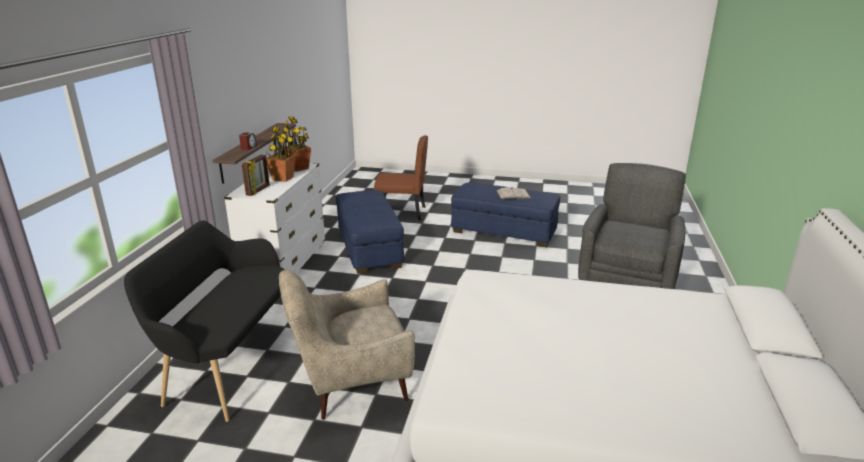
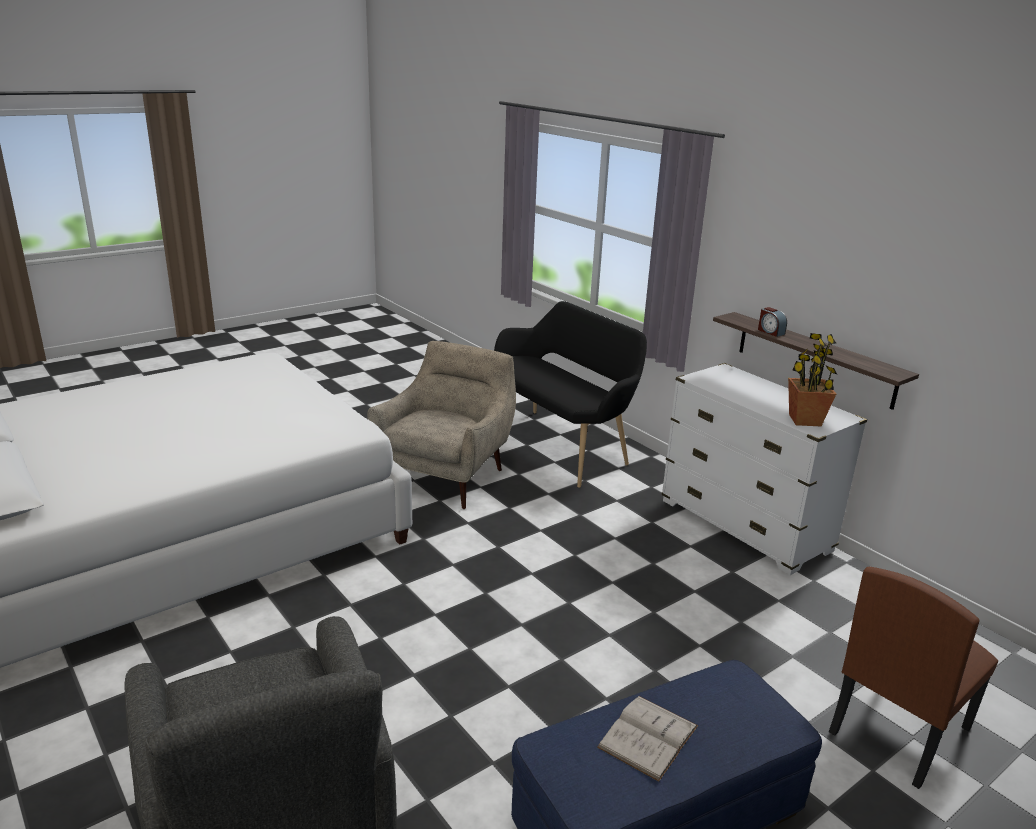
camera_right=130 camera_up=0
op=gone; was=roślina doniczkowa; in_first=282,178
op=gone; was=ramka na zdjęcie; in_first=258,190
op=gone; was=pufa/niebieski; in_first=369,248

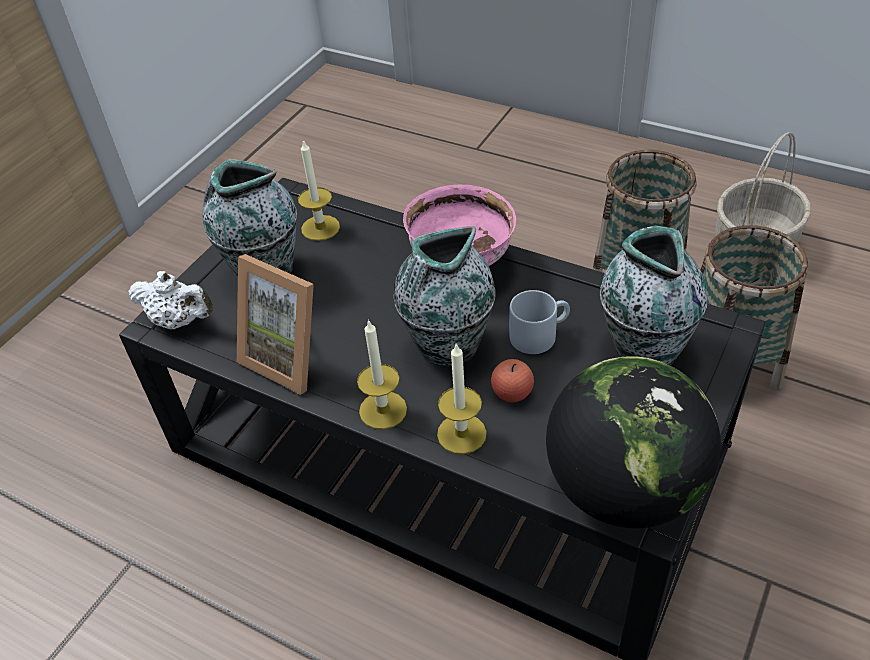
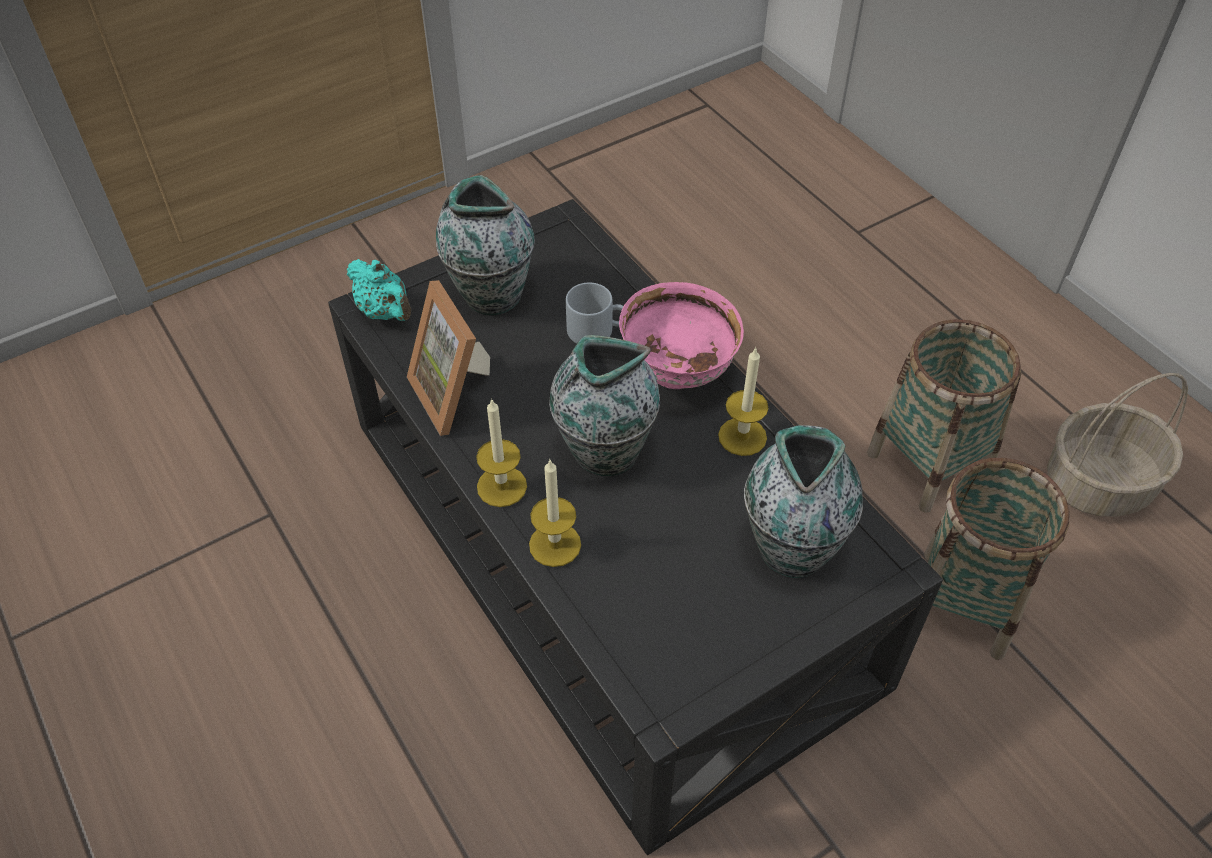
camera_right=25 camera_up=5
op=shifted; was=świeca; in_first=320,228; in_second=742,436
op=repainted; was=imbryk/biały; now=imbryk/turkusowy; in_first=179,321; in_second=385,312
op=shifted; was=kubek/szary; in_first=539,334; in_second=598,330
op=gone; was=globus; in_first=623,489
op=gone; was=jabłko; in_first=512,393

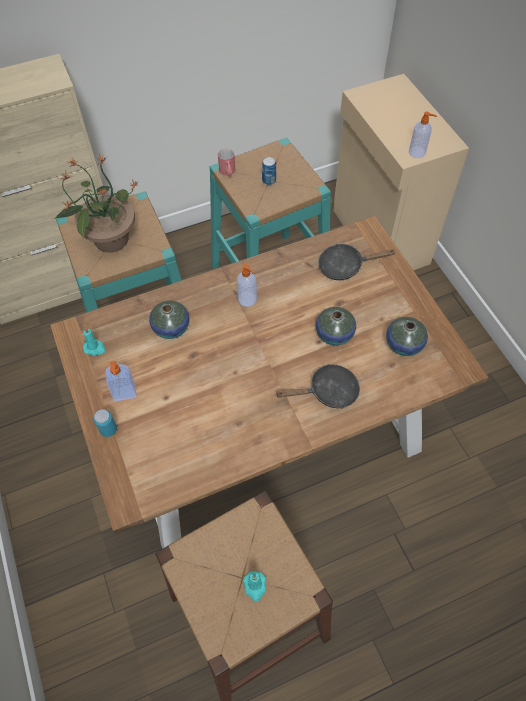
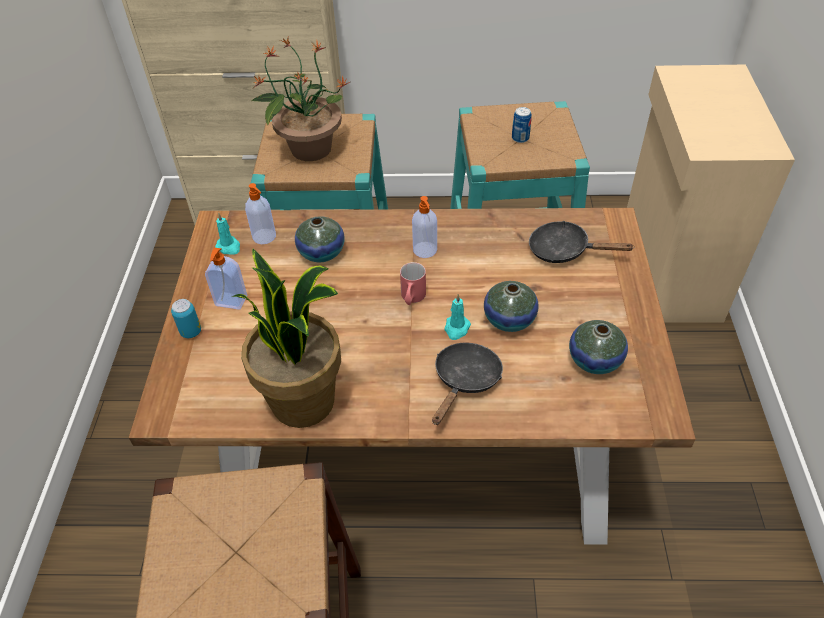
camera_right=25 camera_up=-10
op=shifted; was=dozownik mydła; in_first=417,152; in_second=265,237
op=shifted; was=kubek/czerwony; in_first=228,173; in_second=412,298
op=rotated; was=patelnia/czarny; in_first=328,392; in_second=465,380; clockwise=-75
op=shifted; was=świeca/turkusowy; in_first=255,586; in_second=456,328
op=new; now=roślina doniczkowa; in_second=304,401

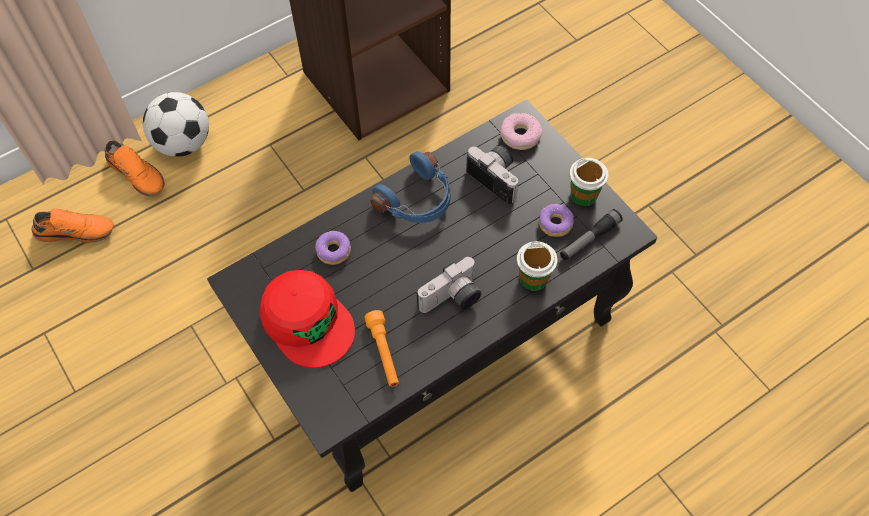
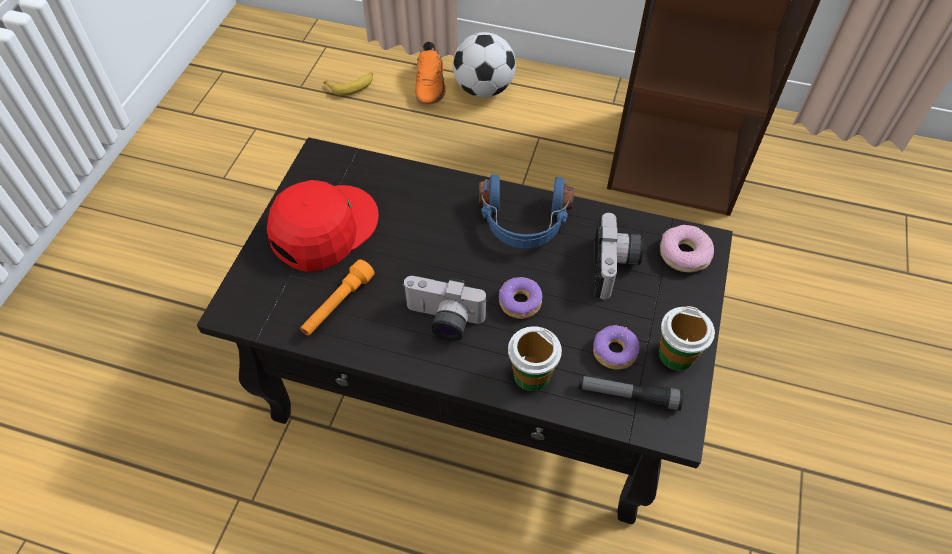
camera_right=50 camera_up=-5
op=swapped; was=but/pomarańczowy; now=banan; in_first=76,231; in_second=351,86
op=shifted; was=donut; in_first=334,251; in_second=520,302
op=rotated; was=czapka z daszkiem/czerwony; in_first=307,321; in_second=323,228; clockwise=-150

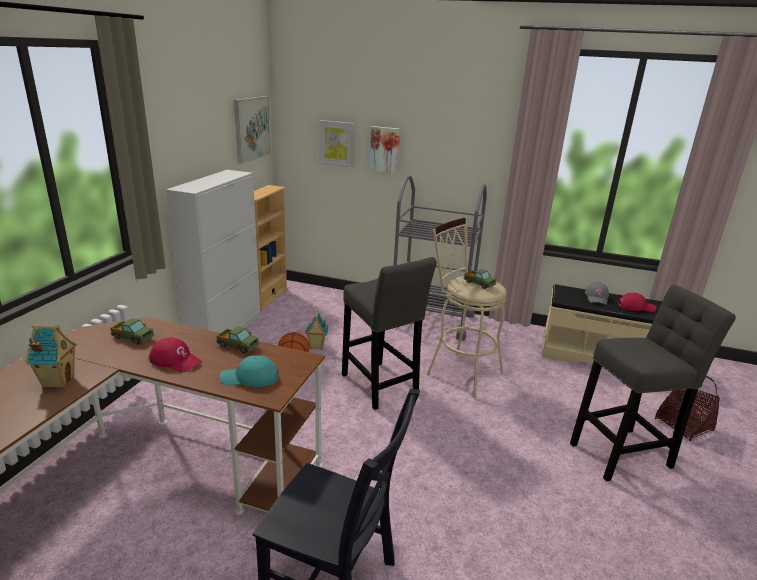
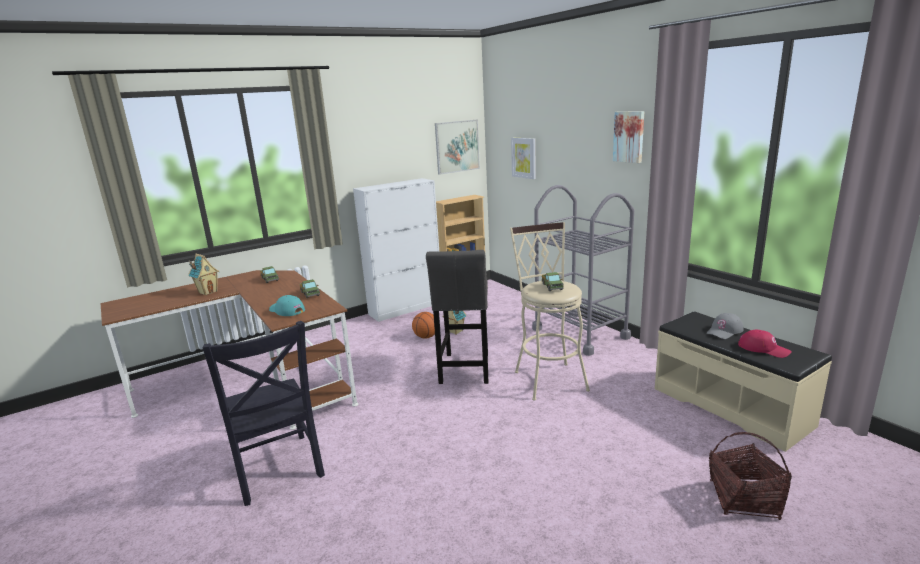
camera_right=40 camera_up=-5
op=shifted; was=obraz; in_first=385,149; in_second=629,136
op=gone; was=stołek/szary; in_first=624,453
op=gone; was=czapka z daszkiem/czerwony; in_first=175,360

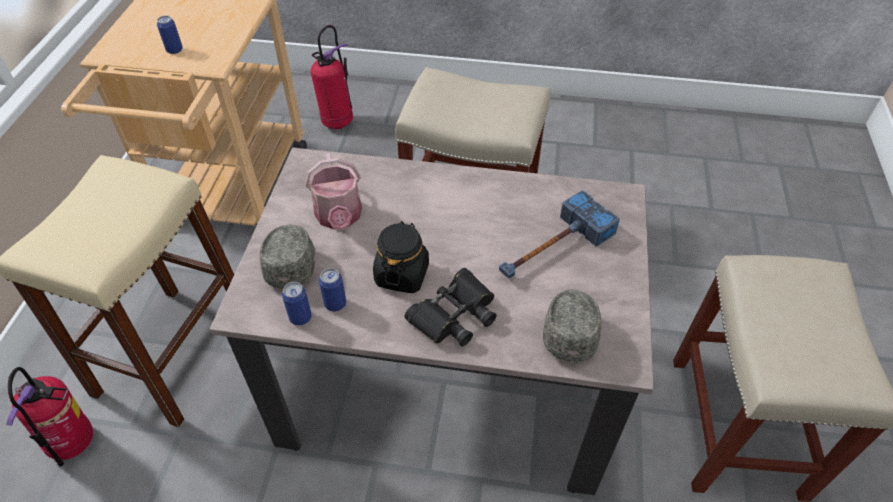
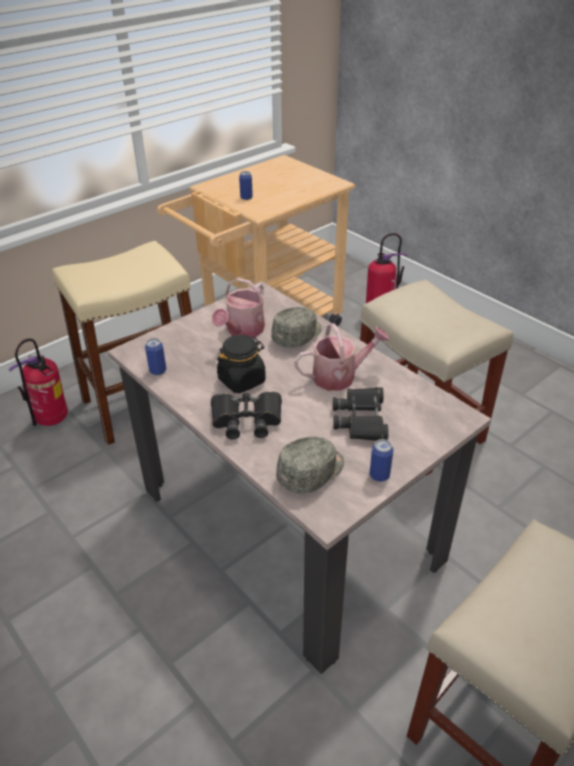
camera_right=40 camera_up=-10
op=swapped; was=młotek; now=lornetka/czarny; in_first=552,248; in_second=361,419
op=shifted; was=czapka z daszkiem/szary; in_first=291,262; in_second=298,336
op=shifted; was=puszka; in_first=335,304; in_second=379,475
op=new; now=konewka; in_second=340,376

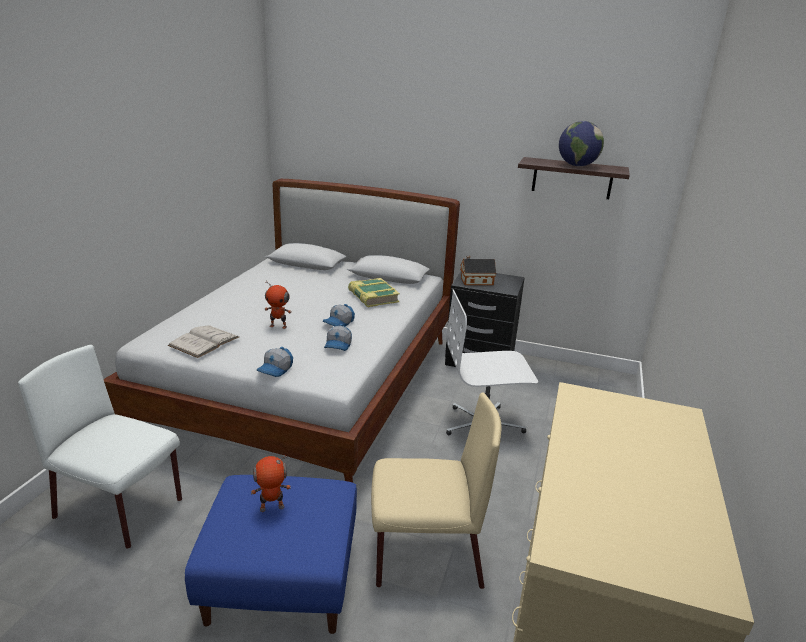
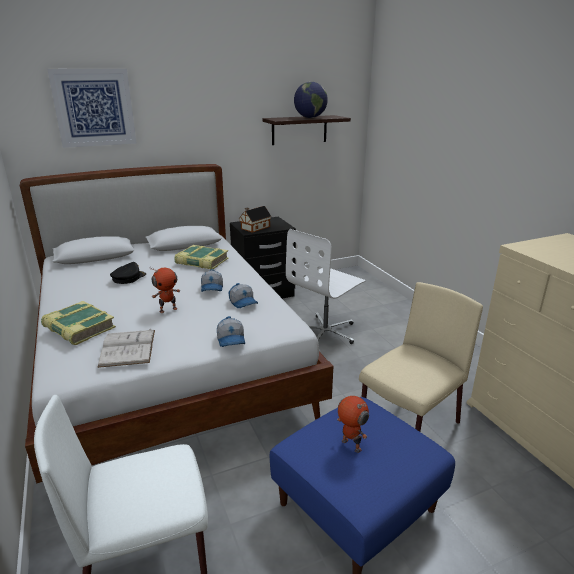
camera_right=-40 camera_up=0
op=rotated; was=robot zabawkowy; in_first=272,509; in_second=350,446; clockwise=105
op=new; now=obraz; in_second=94,108
op=new; now=czapka z daszkiem/czarny; in_second=128,277
op=new; now=książka; in_second=78,328

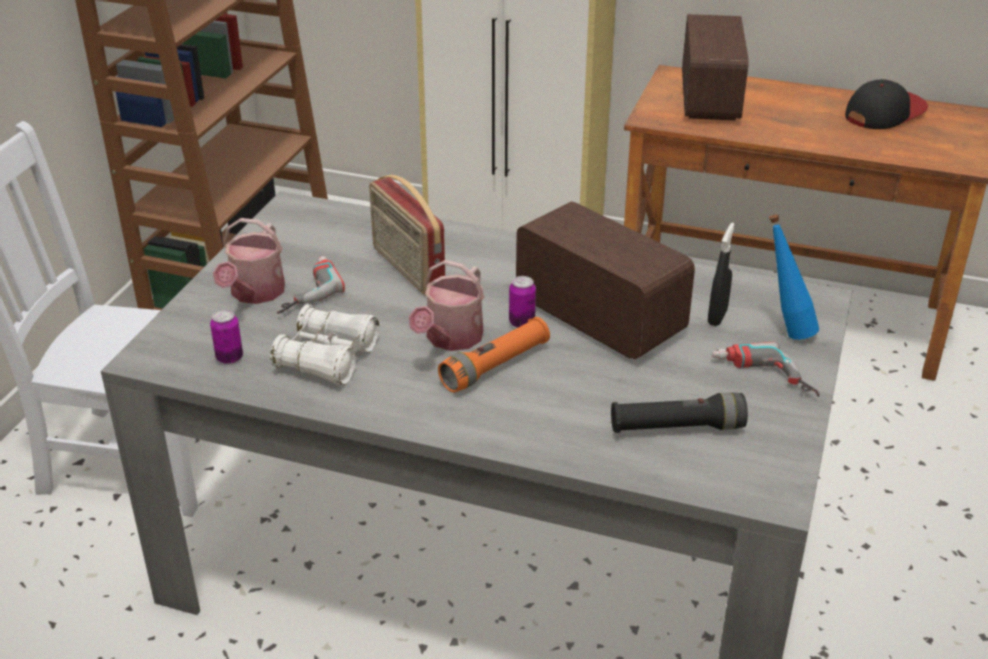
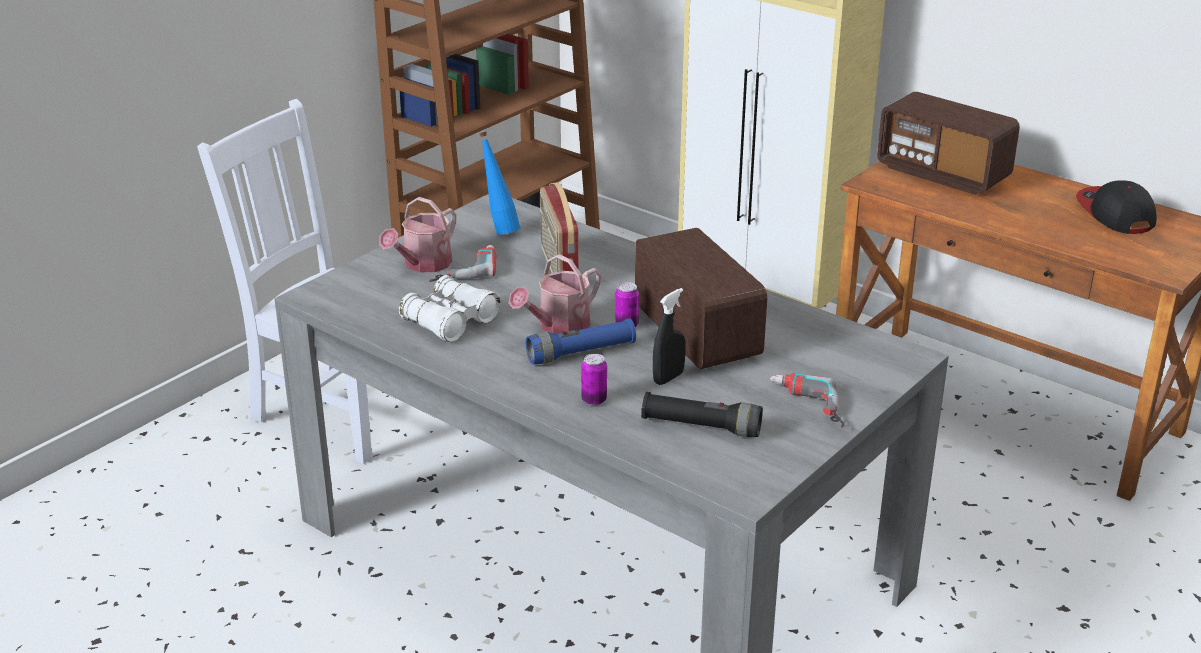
camera_right=20 camera_up=-5
op=rotated; was=radio; in_first=709,98; in_second=943,174; clockwise=105
op=rotated; was=czapka z daszkiem; in_first=884,113; in_second=1115,213; clockwise=-90
op=shifted; was=butelka/niebieski; in_first=784,331; in_second=499,230
op=shifted; was=spryskiwacz/czarny; in_first=717,317; in_second=668,378
op=shifted; was=puszka; in_first=229,358; in_second=594,400
op=repainted; was=latarka/pomarańczowy; now=latarka/niebieski; in_first=495,366; in_second=581,353

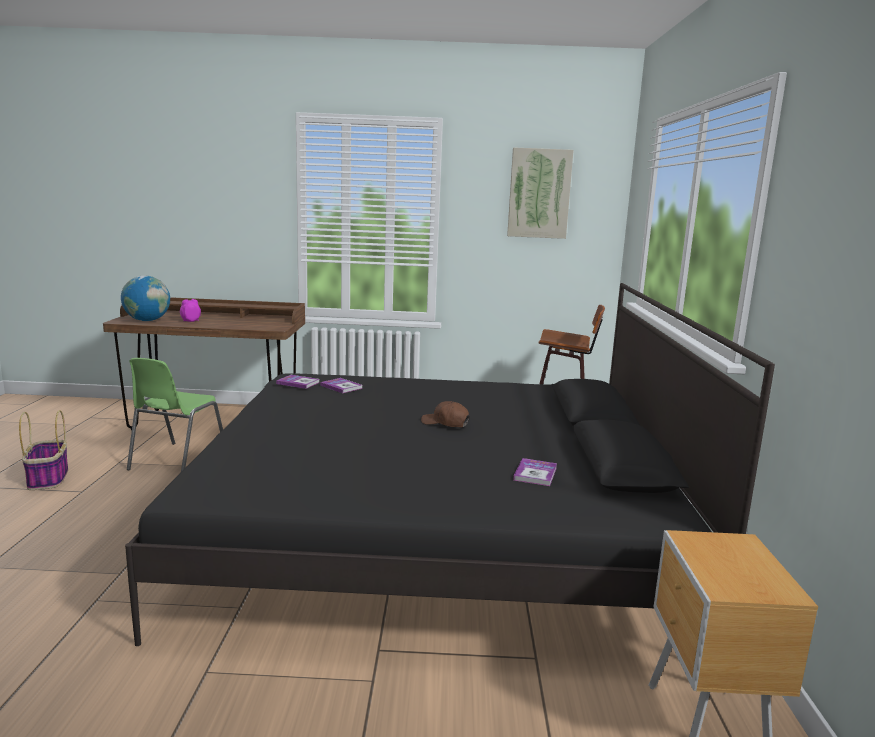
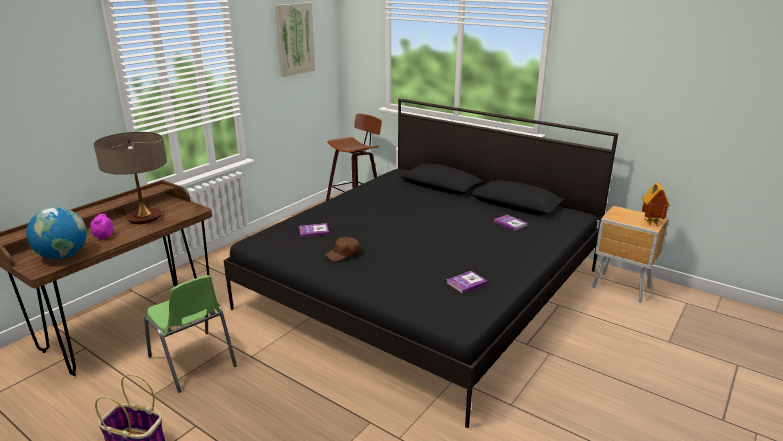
camera_right=-55 camera_up=10
op=shifted; was=książka; in_first=298,383; in_second=466,283
op=shifted; was=czapka z daszkiem/brązowy; in_first=445,423; in_second=343,254
op=new; now=lampa stołowa; in_second=144,218
op=new; now=domek; in_second=650,223

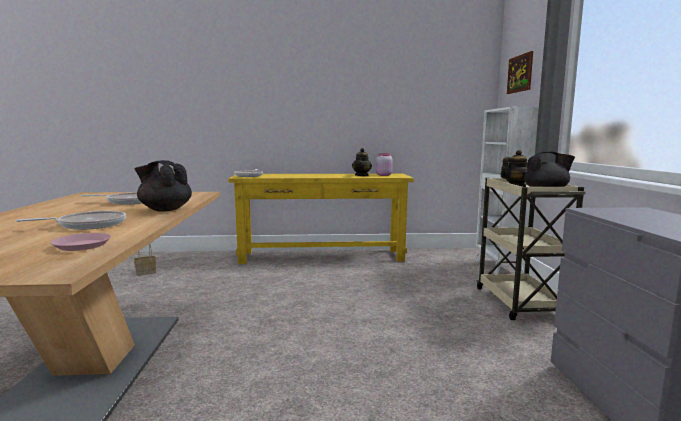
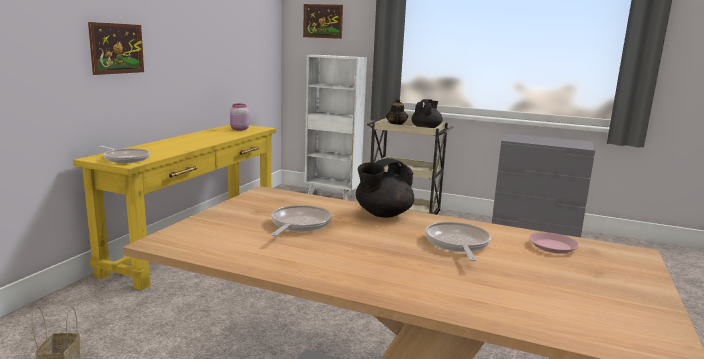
camera_right=-65 camera_up=5
op=gone; was=imbryk; in_first=362,175
op=new; now=obraz; in_second=116,48

